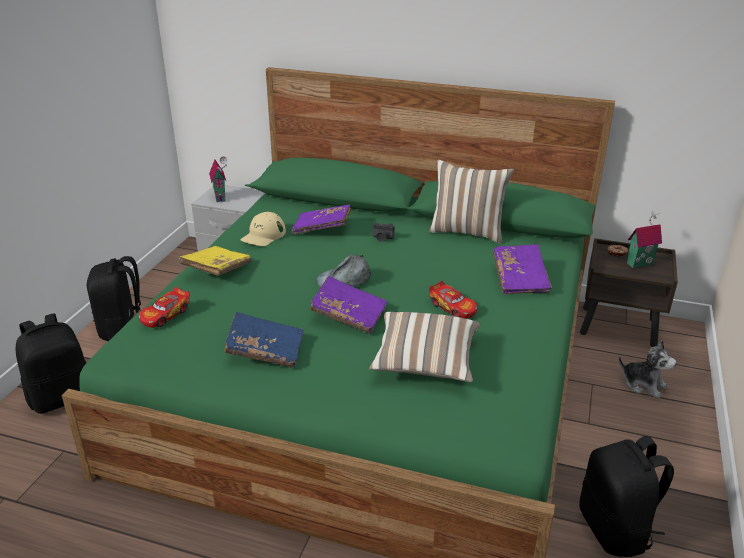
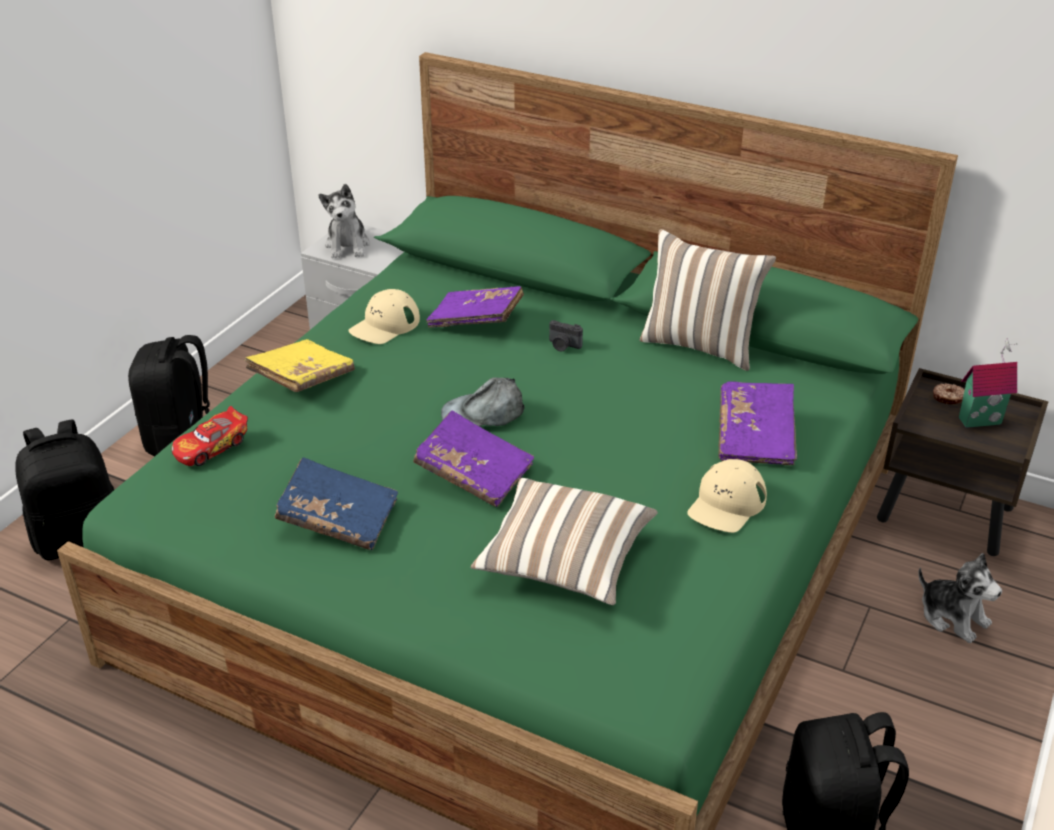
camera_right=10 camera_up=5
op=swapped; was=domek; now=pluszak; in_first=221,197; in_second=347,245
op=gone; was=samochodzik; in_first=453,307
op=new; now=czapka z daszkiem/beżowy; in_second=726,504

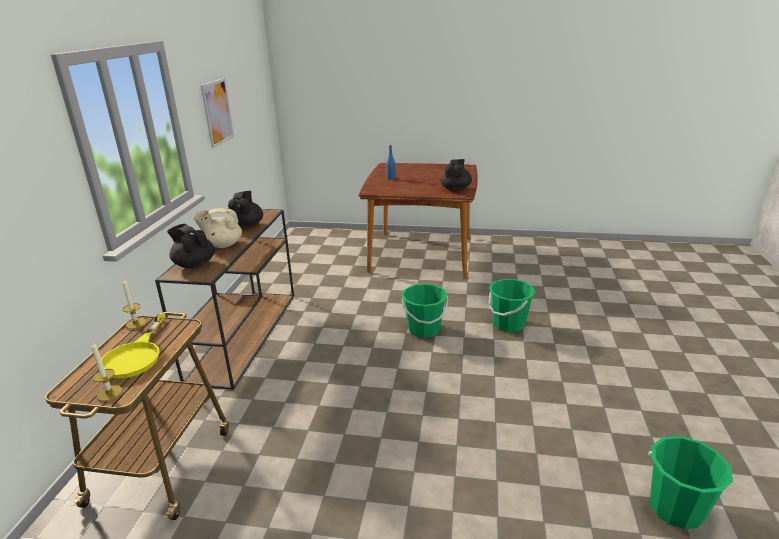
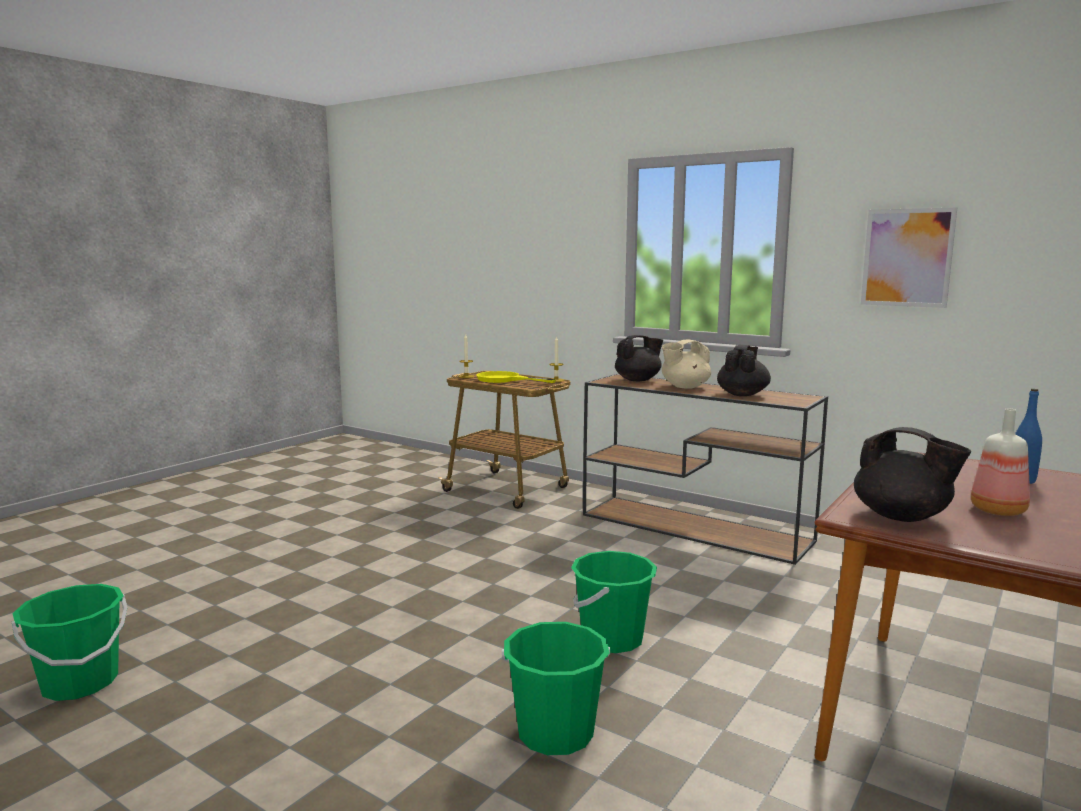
camera_right=115 camera_up=-15
op=rotated; was=imbryk/czarny; in_first=246,226; in_second=742,394; clockwise=-90
op=rotated; was=imbryk/beżowy; in_first=222,245; in_second=684,387; clockwise=-135
op=new; now=butelka; in_second=998,510

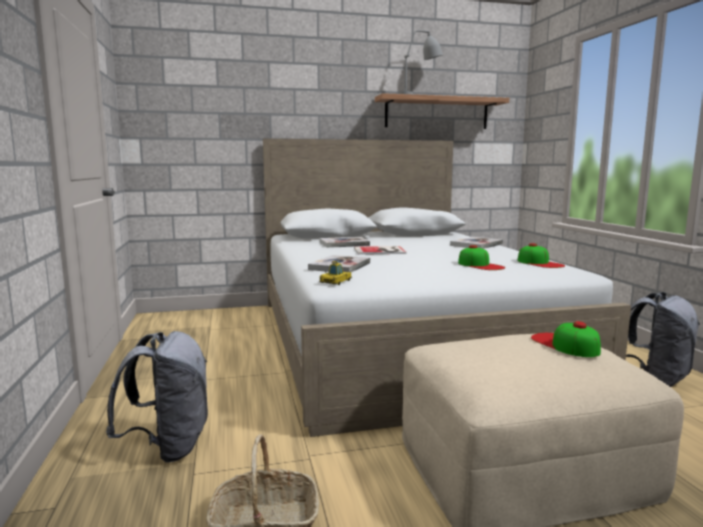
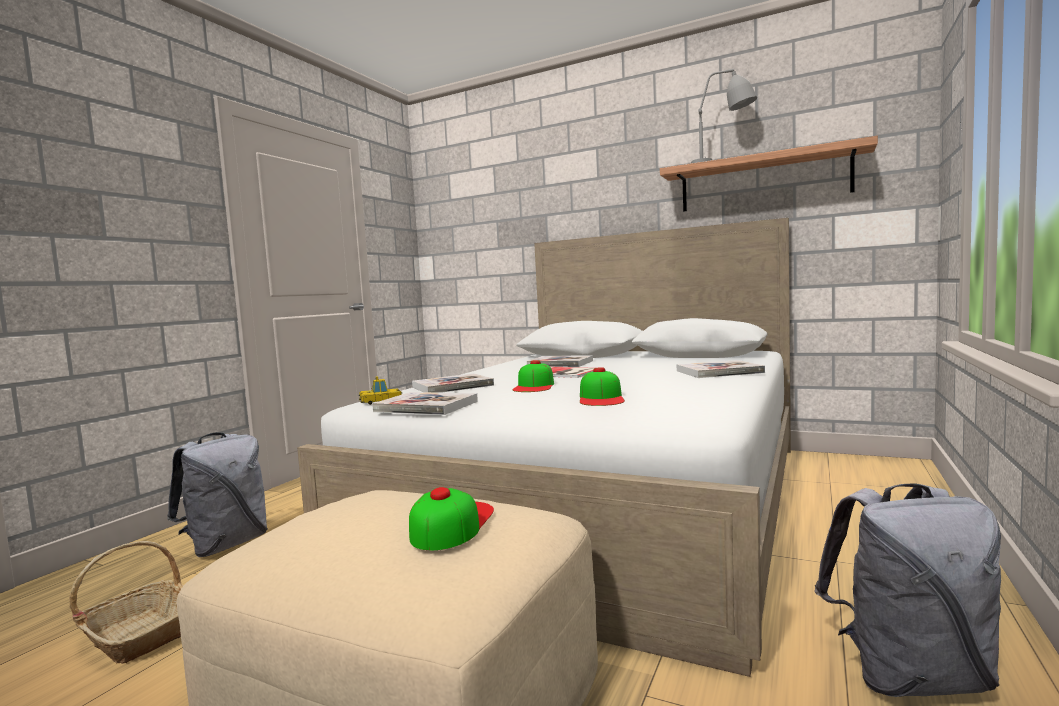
camera_right=40 camera_up=-5
op=shifted; was=czapka z daszkiem; in_first=540,263; in_second=534,386
op=new; now=książka; in_second=426,406

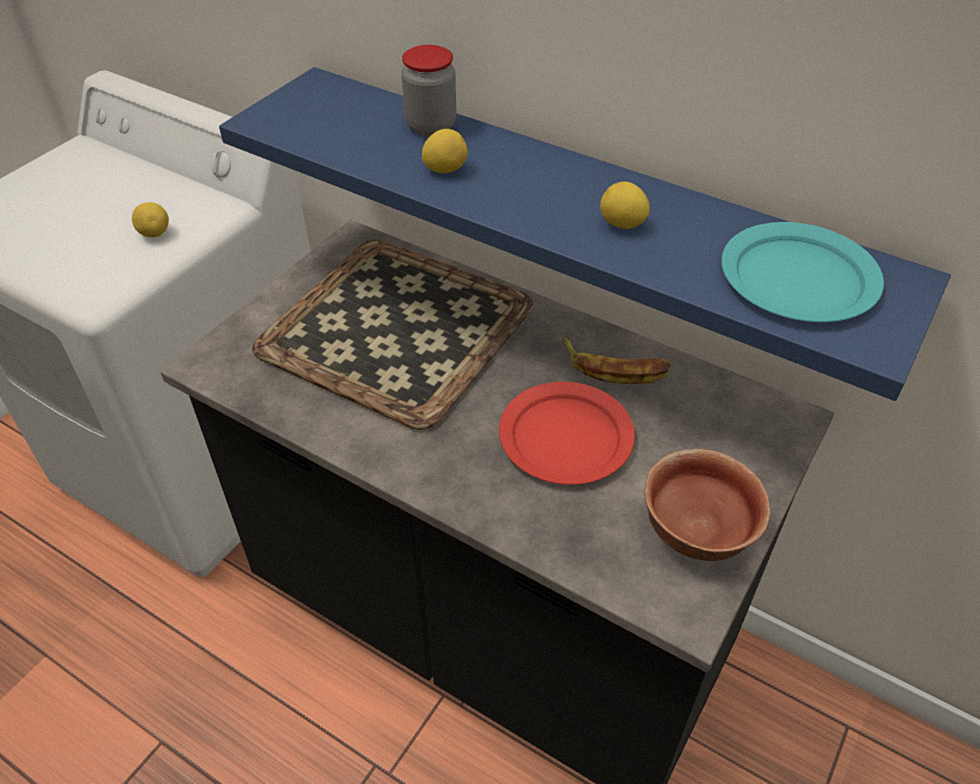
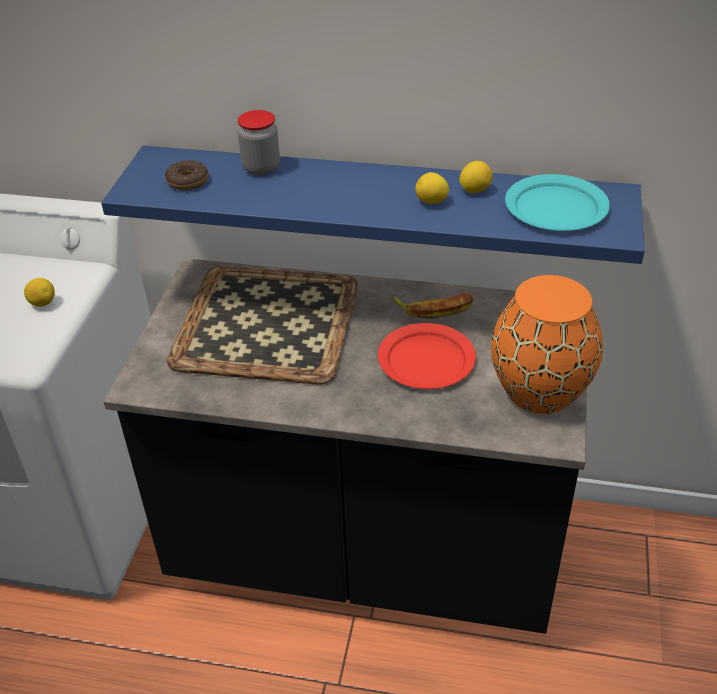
camera_right=-20 camera_up=-5
op=shifted; was=cytryna; in_first=445,169; in_second=474,190
op=swapped; was=miska; now=wazon/pomarańczowy; in_first=699,530; in_second=540,390
op=new; now=donut; in_second=187,181

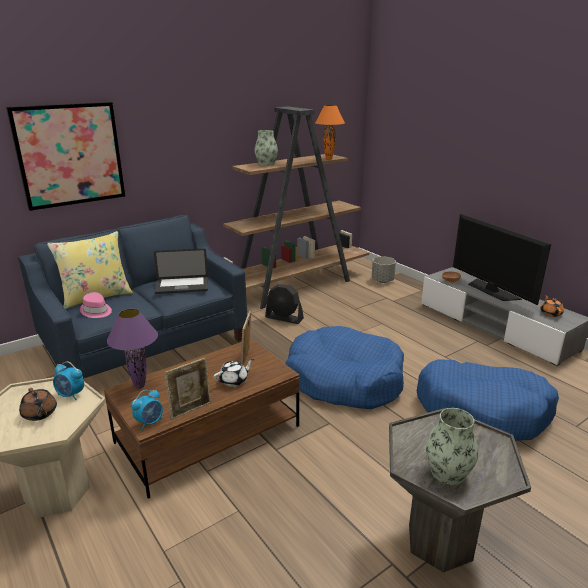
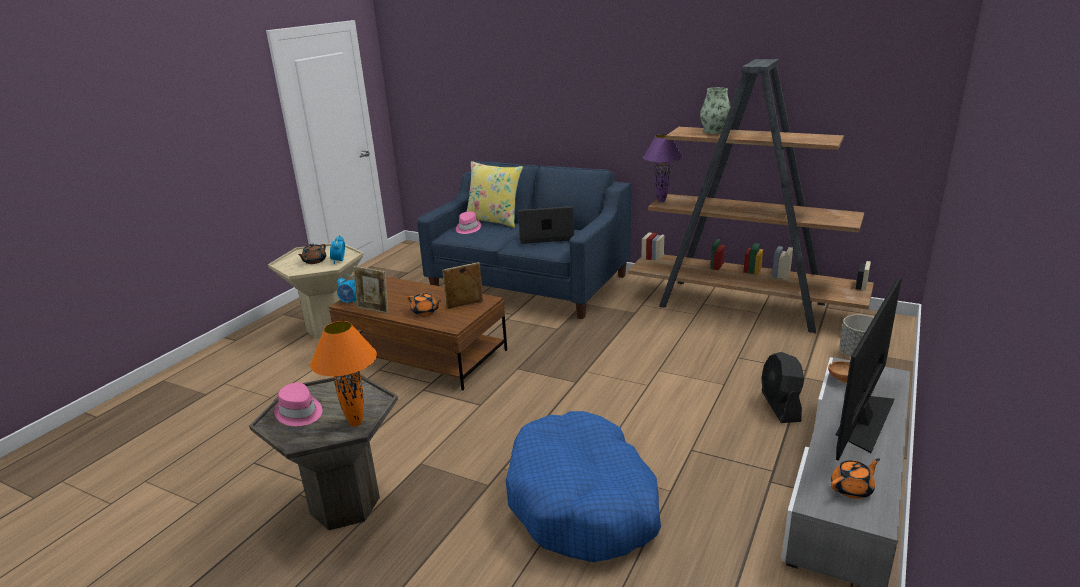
camera_right=65 camera_up=0
op=gone; was=obraz; in_first=70,155
op=shifted; was=lampa stołowa/pomarańczowy; in_first=329,158; in_second=356,423
op=rotated; was=laptop; in_first=182,286; in_second=546,237; clockwise=120
op=shifted; was=wentylator/czarny; in_first=284,318; in_second=780,406
op=shifted; was=lampa stołowa/fioletowy; in_first=139,386; in_second=661,201
op=gone; was=legowisko/niebieski; in_first=344,380
op=repainted; was=imbryk/biały; now=imbryk/pomarańczowy; in_first=234,380; in_second=425,312
op=swapped; was=wazon; now=kapelusz/różowy; in_first=448,472; in_second=299,413

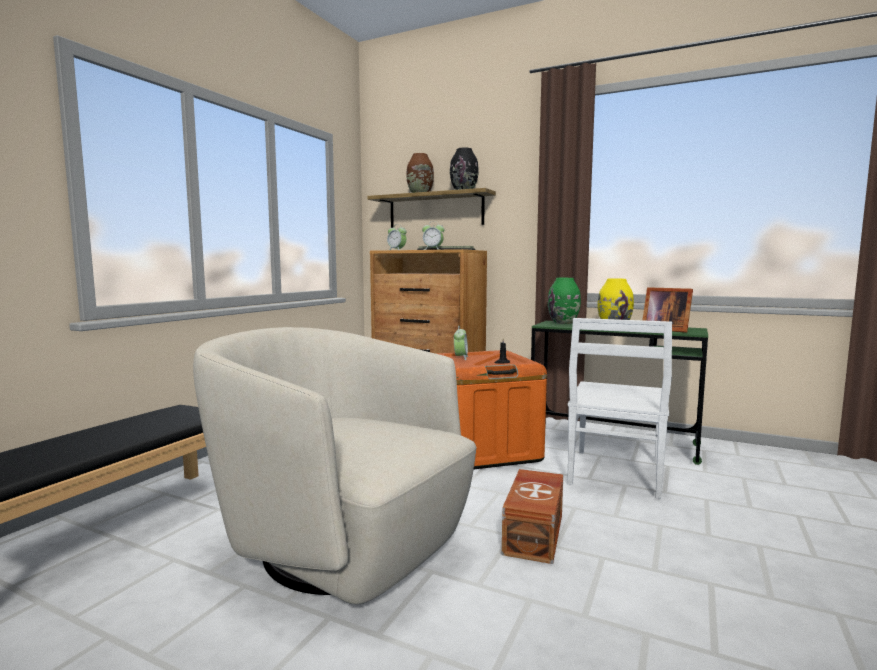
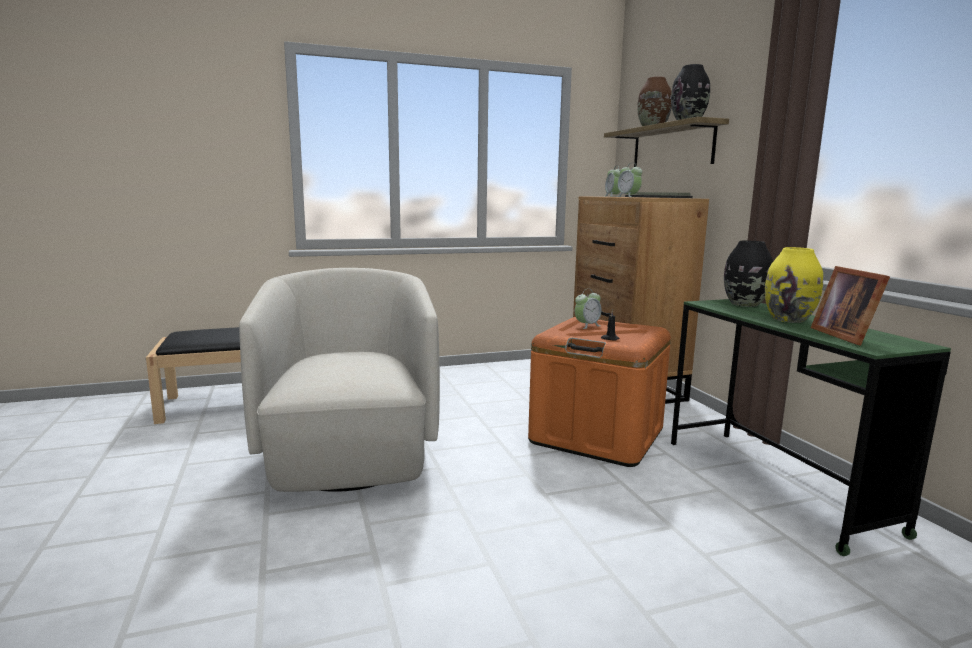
camera_right=45 camera_up=5
op=repainted; was=wazon/zielony; now=wazon/czarny; in_first=563,323; in_second=745,304
op=gone; was=krzesło/biały; in_first=615,474
op=gone; was=pojemnik do przechowywania/brązowy; in_first=535,533

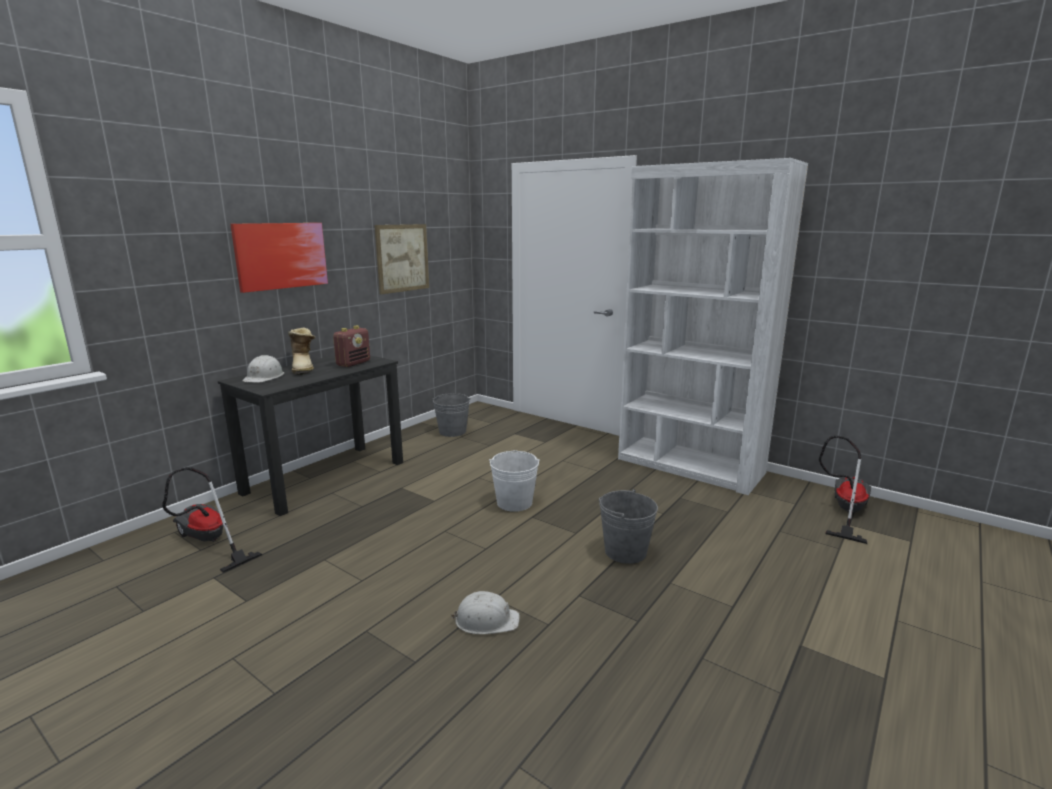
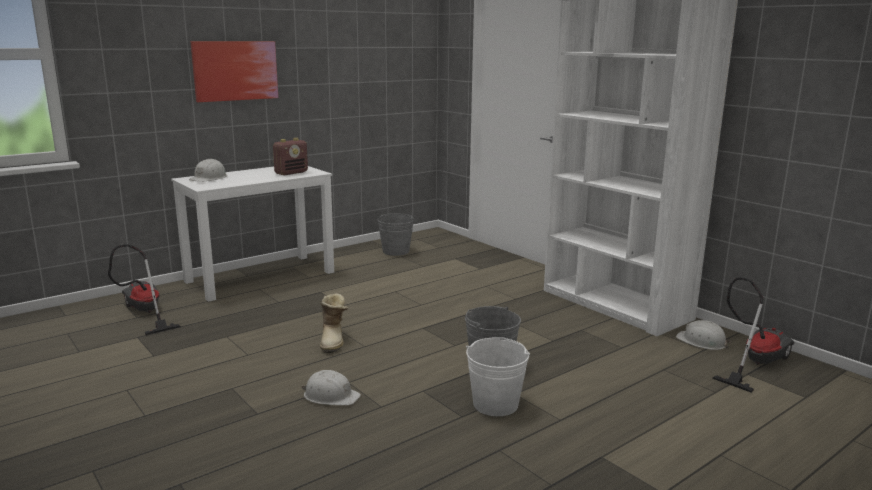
camera_right=15 camera_up=0
op=gone; was=obraz; in_first=402,258
op=shifted; was=but z cholewką; in_first=304,368; in_second=334,341
op=repainted; was=biurko/czarny; now=biurko/biały; in_first=326,477; in_second=261,276
op=shifted; was=wiadro/biały; in_first=514,502; in_second=495,404
op=new; now=kask/biały; in_second=702,341

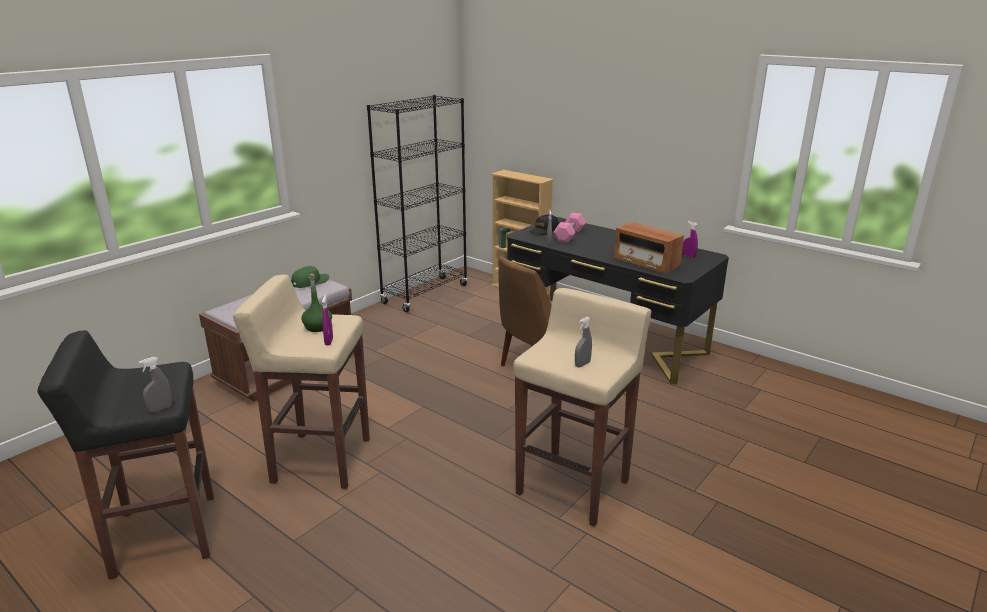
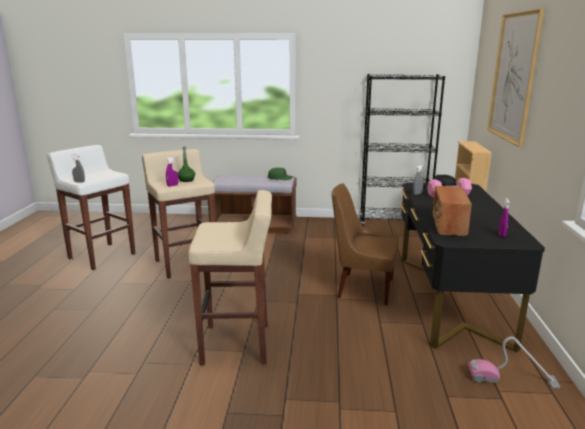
camera_right=55 camera_up=-5
op=gone; was=spryskiwacz/szary; in_first=582,364
op=repainted; was=stołek/czarny; now=stołek/biały; in_first=163,535; in_second=101,256
op=new; now=obraz; in_second=513,77
op=new; now=odkurzacz; in_second=512,379

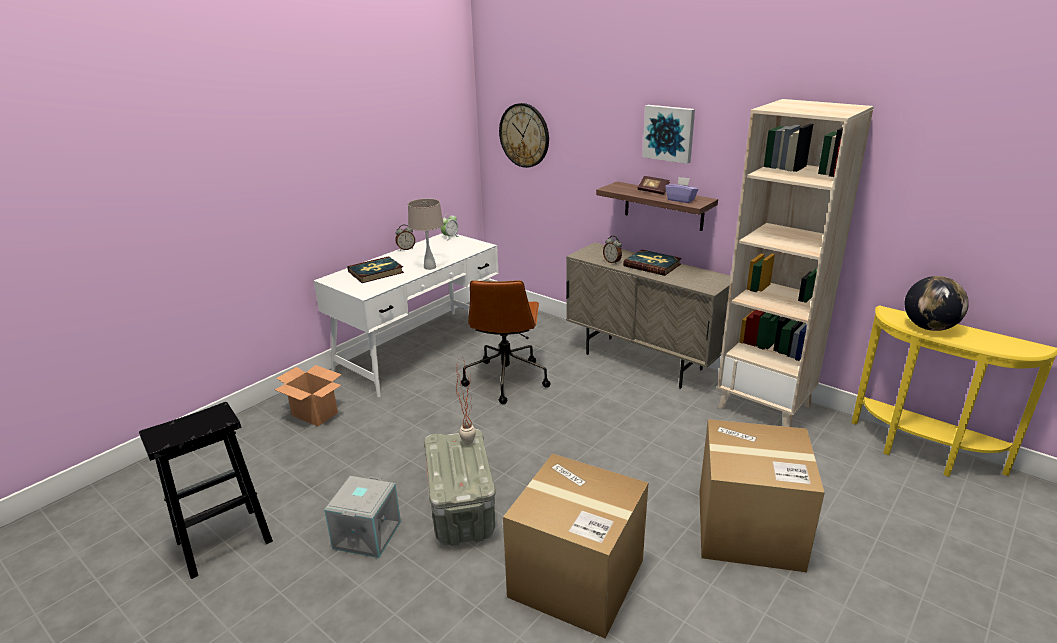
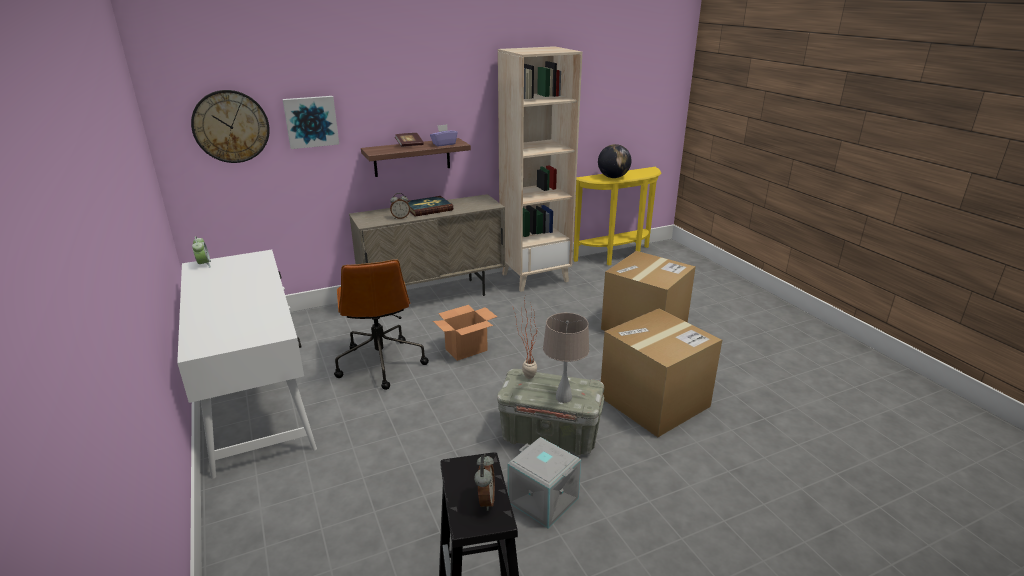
camera_right=-65 camera_up=0
op=shifted; was=obraz; in_first=669,133; in_second=311,121
op=shifted; was=lampa stołowa/beżowy; in_first=429,267; in_second=563,398
op=shifted; was=budzik; in_first=406,249; in_second=485,500
op=gone; was=książka; in_first=376,272
op=rotated; was=krzesło biurowe/brązowy; in_first=506,379; in_second=380,363; clockwise=45
op=shifted; was=karton; in_first=315,414; in_second=466,349

